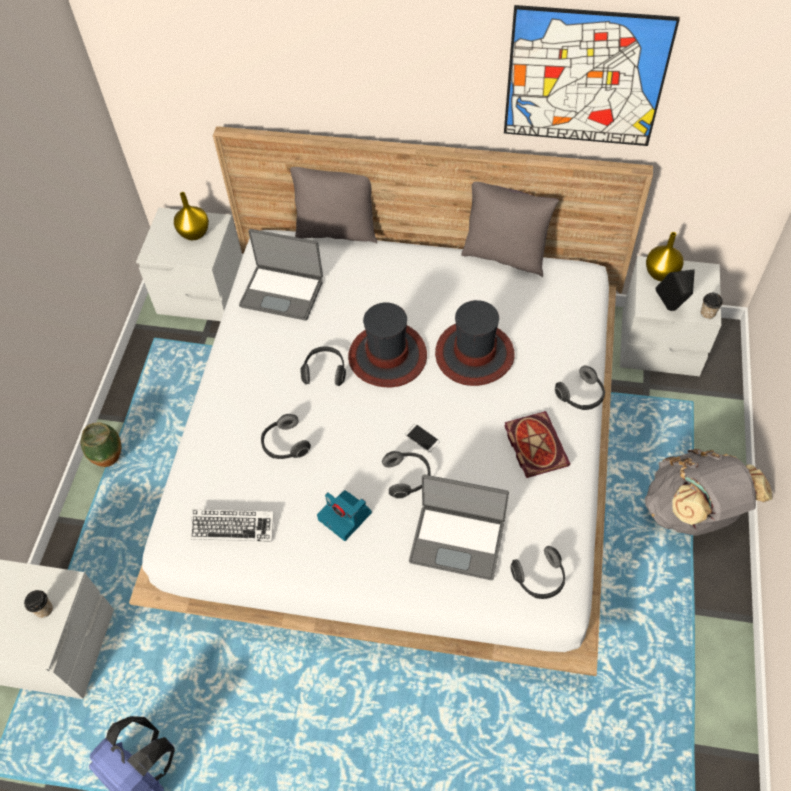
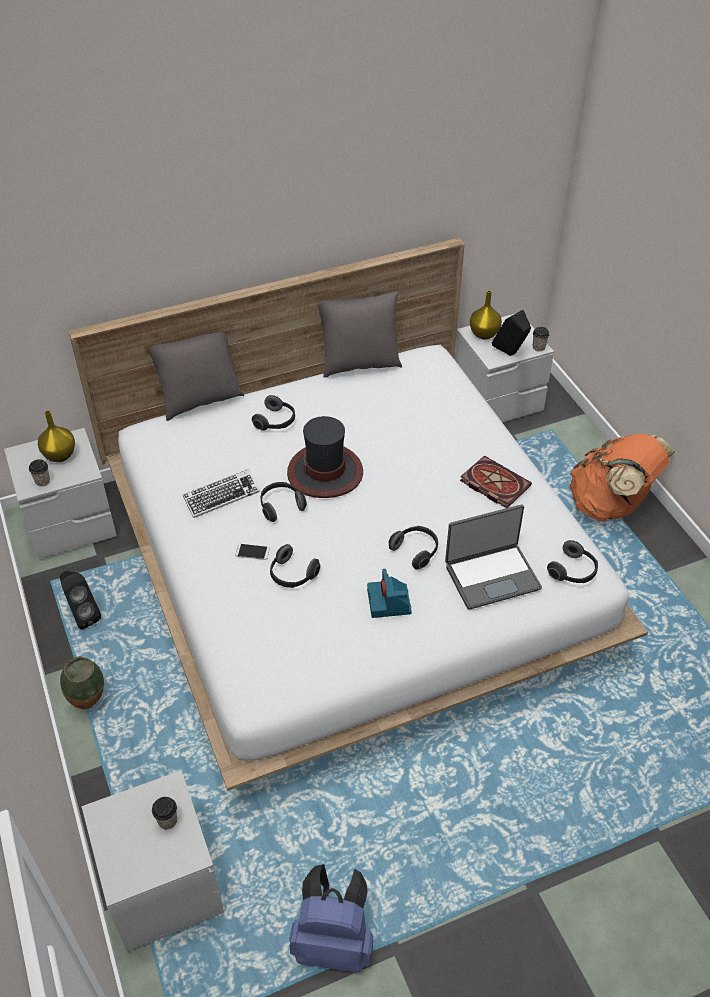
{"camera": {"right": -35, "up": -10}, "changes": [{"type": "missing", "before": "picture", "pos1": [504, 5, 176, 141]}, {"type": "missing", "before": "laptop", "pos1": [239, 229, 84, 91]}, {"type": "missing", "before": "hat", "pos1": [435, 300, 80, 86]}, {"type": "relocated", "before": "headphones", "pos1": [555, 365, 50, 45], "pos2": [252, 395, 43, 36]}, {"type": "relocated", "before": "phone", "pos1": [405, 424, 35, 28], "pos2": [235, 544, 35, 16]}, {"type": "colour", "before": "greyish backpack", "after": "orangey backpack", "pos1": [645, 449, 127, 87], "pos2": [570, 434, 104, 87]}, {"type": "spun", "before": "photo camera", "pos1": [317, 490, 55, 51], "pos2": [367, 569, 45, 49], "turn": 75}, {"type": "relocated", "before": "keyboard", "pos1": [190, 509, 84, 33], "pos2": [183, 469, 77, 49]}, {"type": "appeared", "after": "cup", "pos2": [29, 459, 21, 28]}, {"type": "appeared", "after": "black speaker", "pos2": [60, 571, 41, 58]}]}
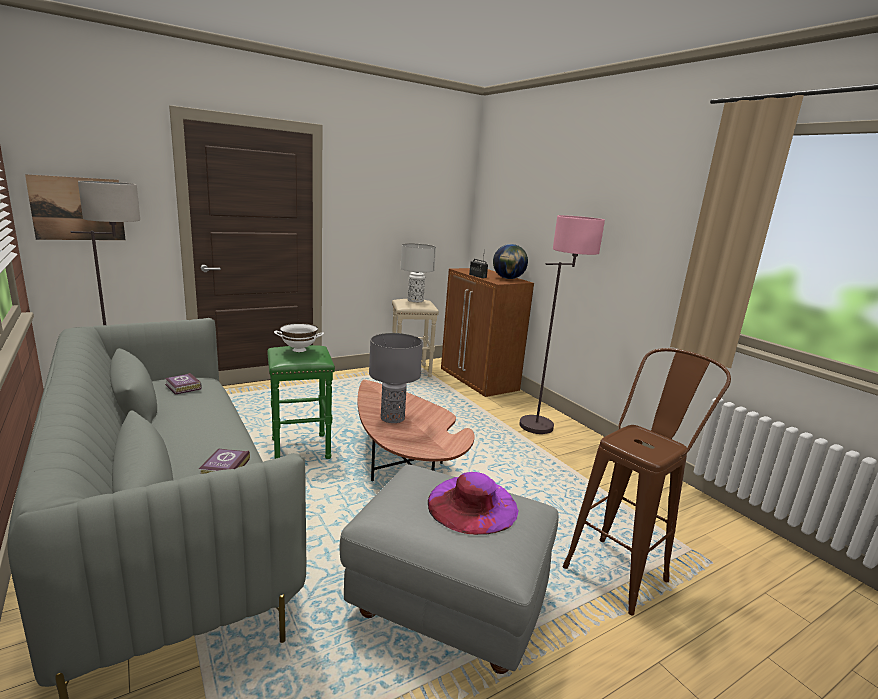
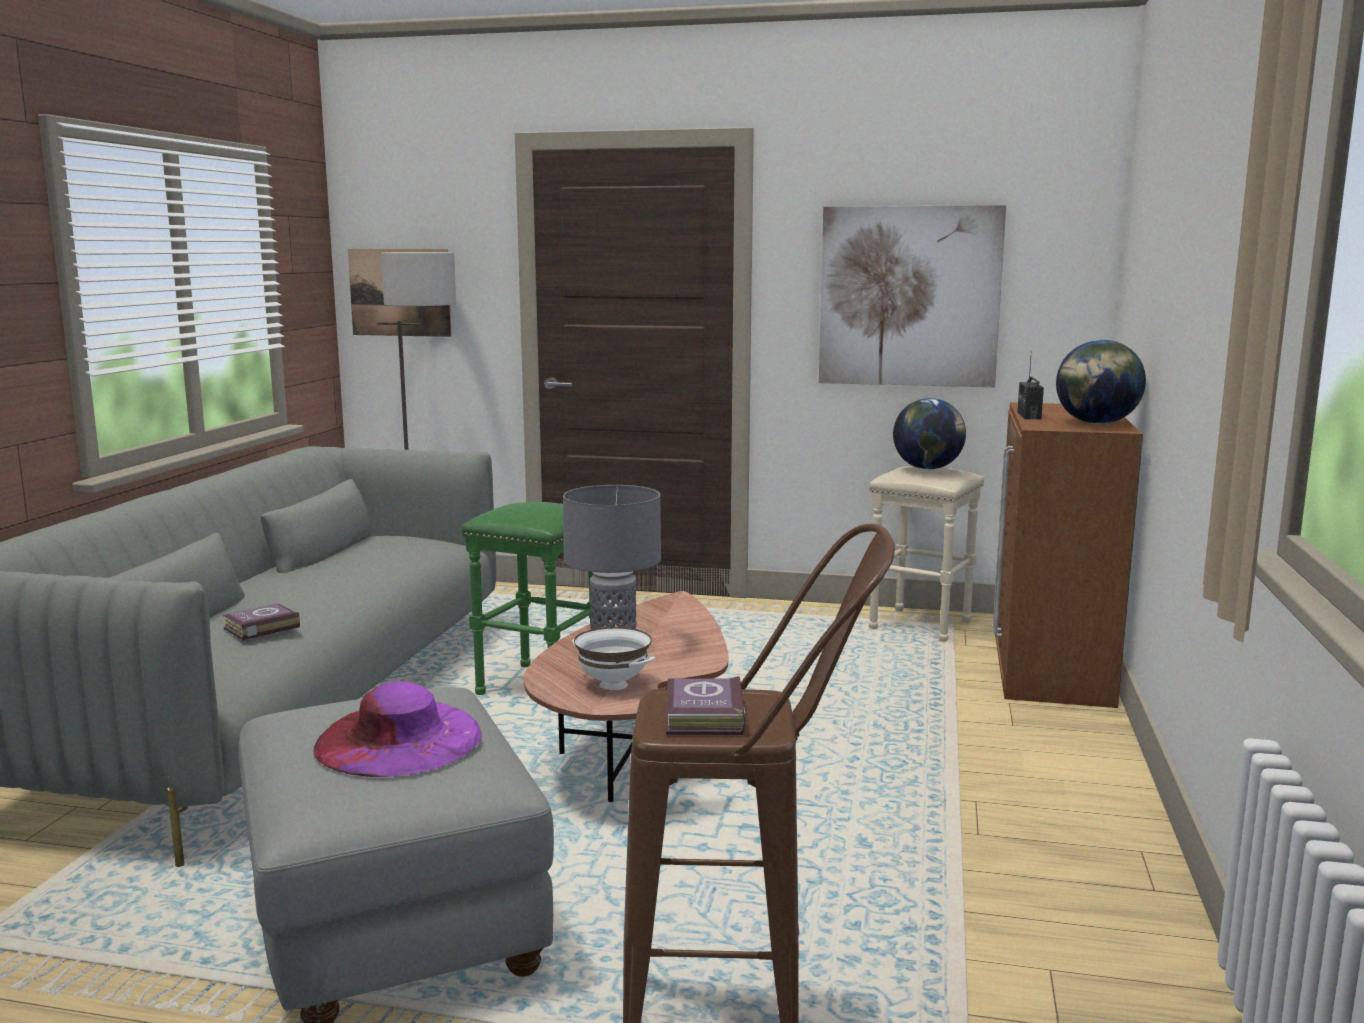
{"camera": {"right": 45, "up": -5}, "changes": [{"type": "missing", "before": "pinkish standing lamp", "pos1": [519, 215, 86, 219]}, {"type": "exchanged", "before": "white lamp for a table", "after": "desk globe", "pos1": [401, 243, 35, 59], "pos2": [893, 398, 73, 71]}, {"type": "relocated", "before": "white deep dish", "pos1": [274, 323, 50, 29], "pos2": [572, 627, 83, 63]}, {"type": "relocated", "before": "book", "pos1": [165, 373, 37, 22], "pos2": [666, 676, 79, 59]}, {"type": "appeared", "after": "picture", "pos2": [819, 205, 187, 182]}]}
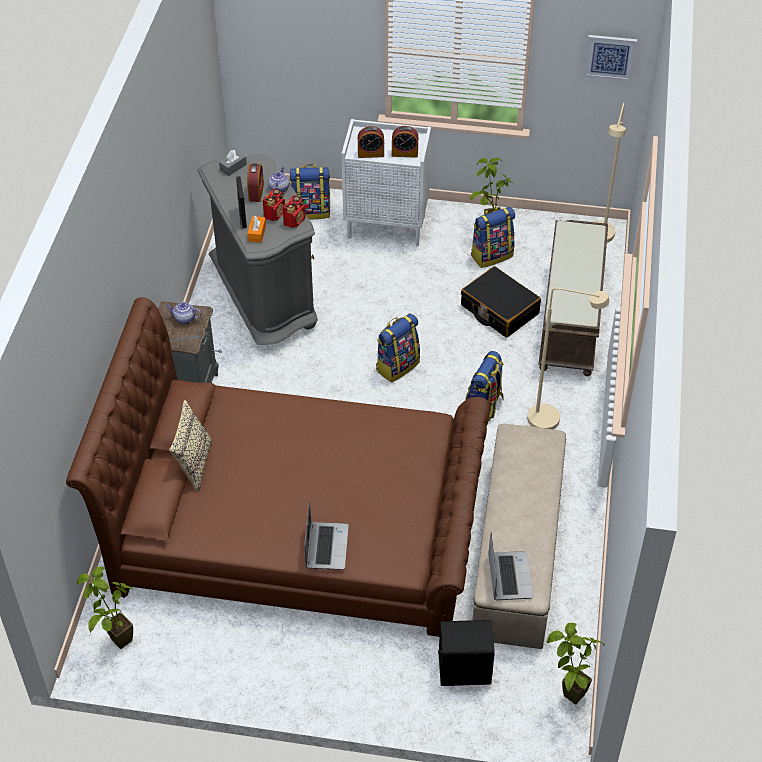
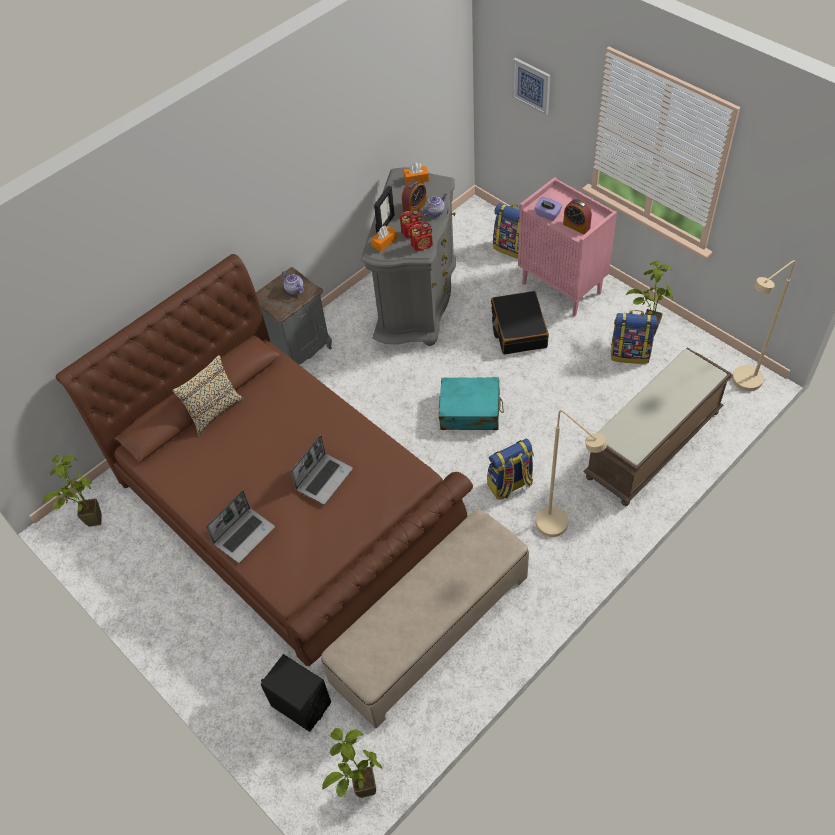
{"camera": {"right": 40, "up": 5}, "changes": [{"type": "relocated", "before": "picture", "pos1": [583, 35, 54, 46], "pos2": [512, 57, 38, 58]}, {"type": "colour", "before": "white storage cabinet", "after": "pinkish storage cabinet", "pos1": [342, 119, 89, 128], "pos2": [518, 177, 99, 139]}, {"type": "exchanged", "before": "alarm clock", "after": "purple-coloured box of tissues", "pos1": [358, 126, 26, 32], "pos2": [534, 197, 28, 24]}, {"type": "colour", "before": "greyish box of tissues", "after": "orangey box of tissues", "pos1": [219, 150, 28, 26], "pos2": [404, 163, 25, 22]}, {"type": "relocated", "before": "black suitcase", "pos1": [461, 266, 80, 72], "pos2": [491, 291, 58, 64]}, {"type": "exchanged", "before": "backpack", "after": "turquoise suitcase", "pos1": [376, 313, 44, 70], "pos2": [439, 377, 65, 53]}, {"type": "relocated", "before": "laptop", "pos1": [488, 532, 45, 68], "pos2": [291, 435, 62, 70]}]}
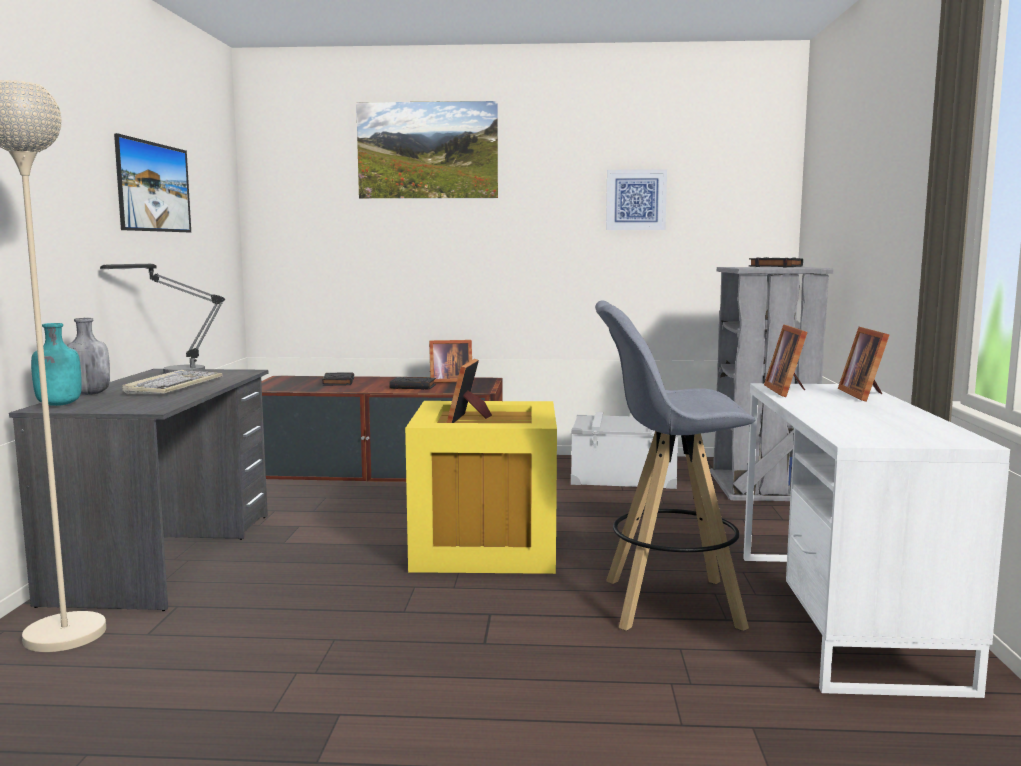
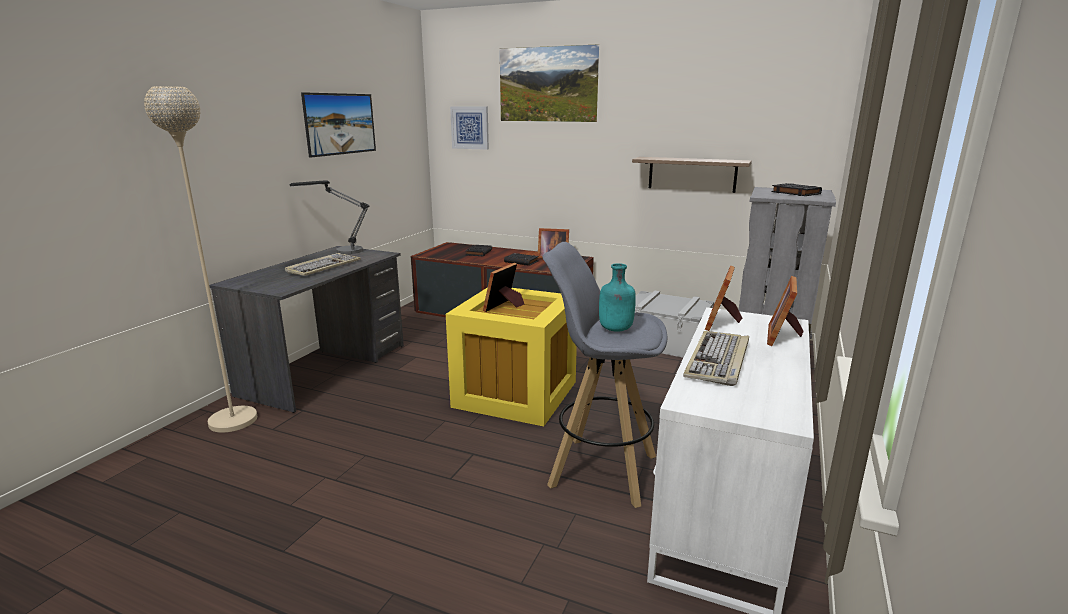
{"camera": {"right": 20, "up": 10}, "changes": [{"type": "relocated", "before": "picture", "pos1": [606, 169, 61, 61], "pos2": [450, 107, 39, 43]}, {"type": "missing", "before": "greyish beverage bottle", "pos1": [66, 318, 44, 77]}, {"type": "relocated", "before": "turquoise beverage bottle", "pos1": [31, 323, 51, 83], "pos2": [599, 263, 37, 69]}, {"type": "appeared", "after": "shelf", "pos2": [632, 157, 120, 36]}, {"type": "appeared", "after": "keyboard", "pos2": [683, 331, 66, 55]}]}
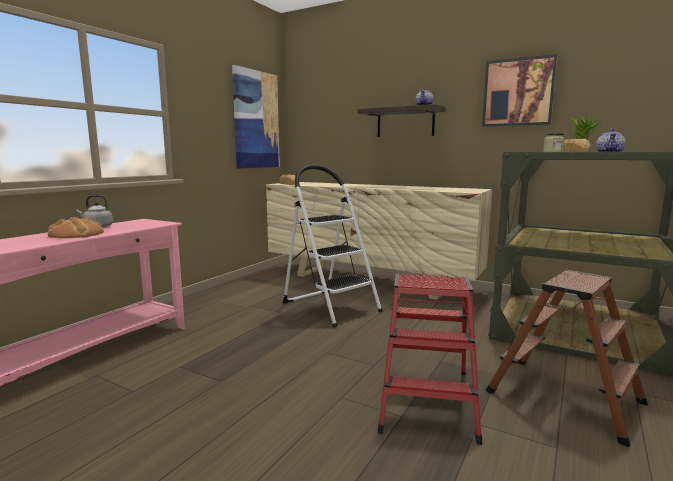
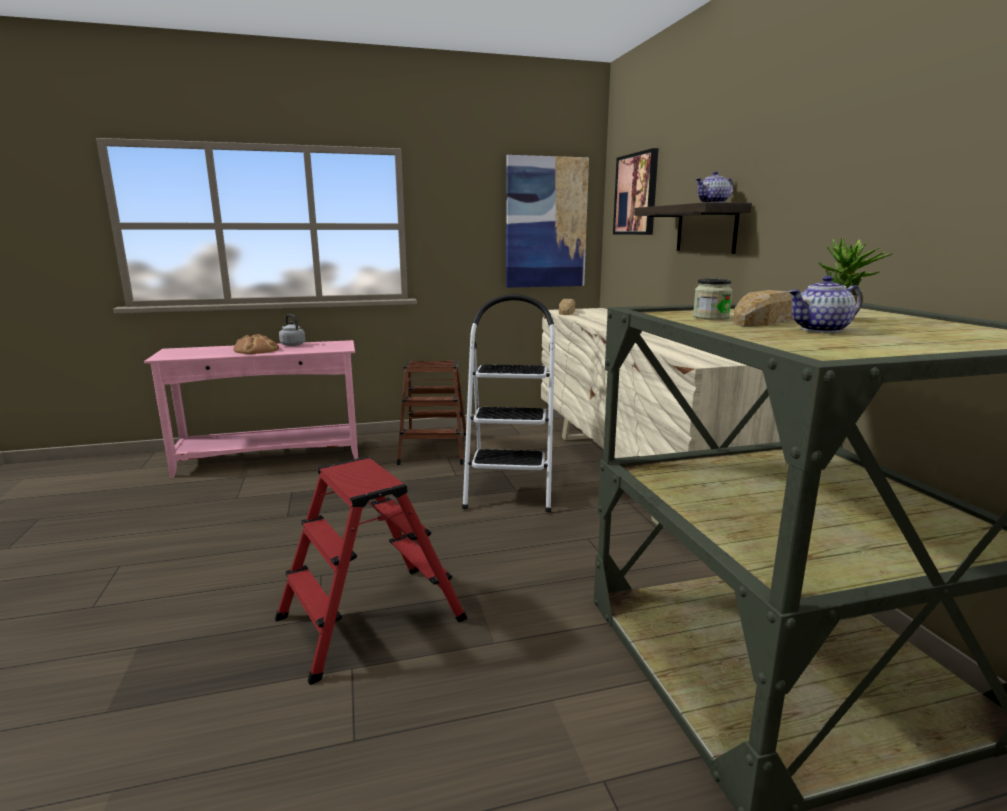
{"camera": {"right": 45, "up": 5}, "changes": [{"type": "relocated", "before": "picture", "pos1": [482, 54, 76, 73], "pos2": [613, 148, 46, 87]}, {"type": "relocated", "before": "brown-coloured step ladder", "pos1": [486, 270, 162, 177], "pos2": [397, 360, 69, 105]}]}
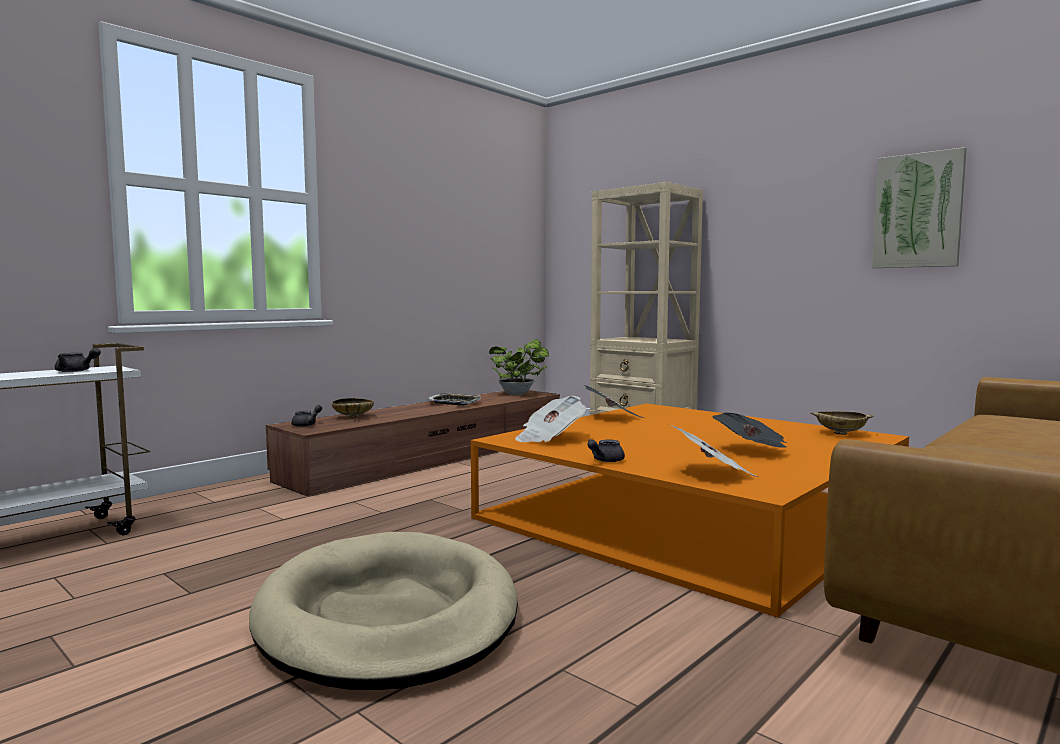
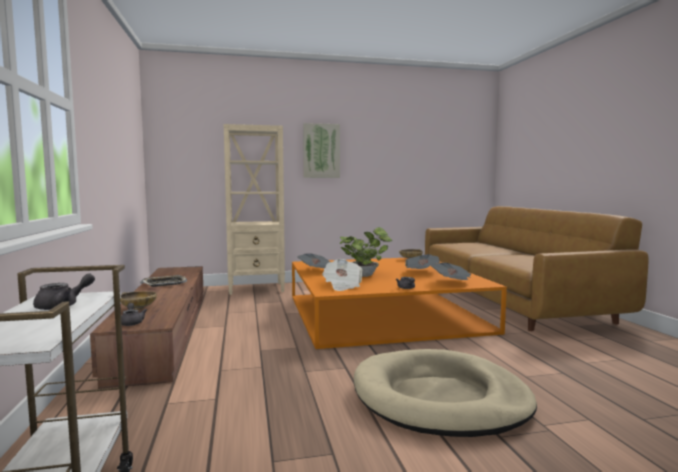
{"camera": {"right": -55, "up": 0}, "changes": [{"type": "relocated", "before": "picture", "pos1": [872, 147, 94, 121], "pos2": [303, 123, 37, 55]}, {"type": "relocated", "before": "houseplant", "pos1": [489, 339, 60, 56], "pos2": [340, 227, 53, 50]}]}
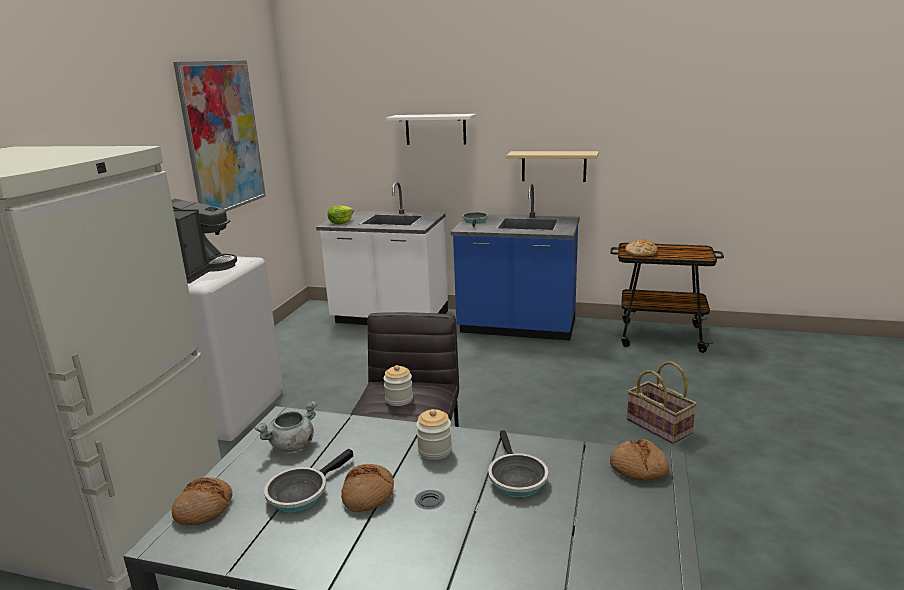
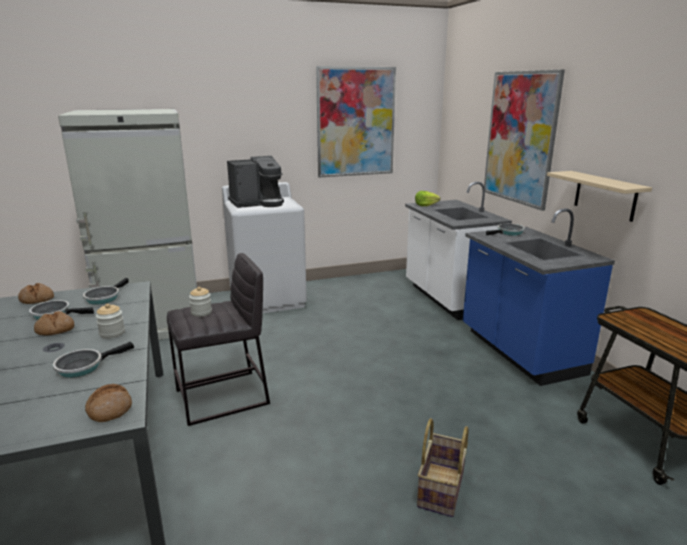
{"camera": {"right": 55, "up": 0}, "changes": [{"type": "exchanged", "before": "white shelf", "after": "picture", "pos1": [386, 114, 90, 31], "pos2": [484, 69, 81, 142]}, {"type": "missing", "before": "bakery bread", "pos1": [625, 239, 32, 17]}, {"type": "exchanged", "before": "greyish saucepot", "after": "frying pan", "pos1": [254, 401, 63, 51], "pos2": [83, 278, 46, 27]}]}
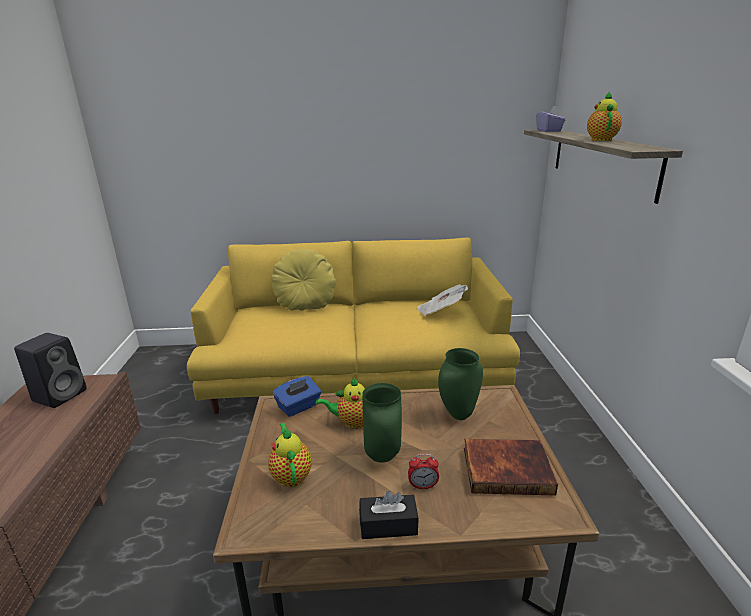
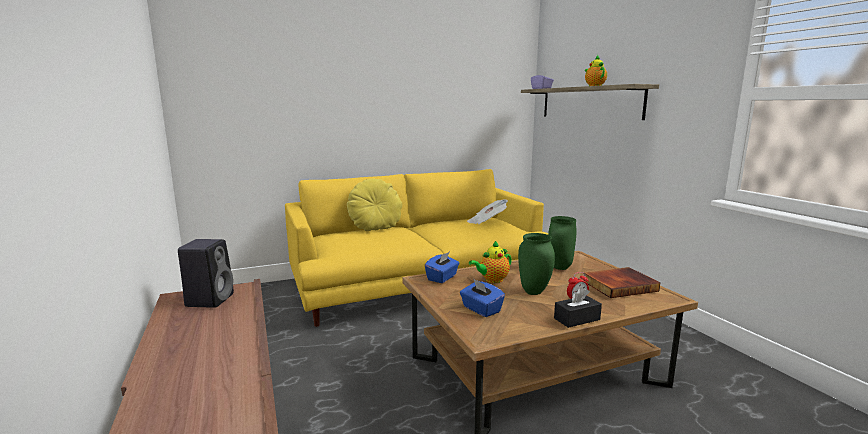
{"camera": {"right": -20, "up": -10}, "changes": [{"type": "exchanged", "before": "teapot", "after": "blue-coloured box of tissues", "pos1": [268, 423, 44, 64], "pos2": [460, 278, 45, 39]}]}
